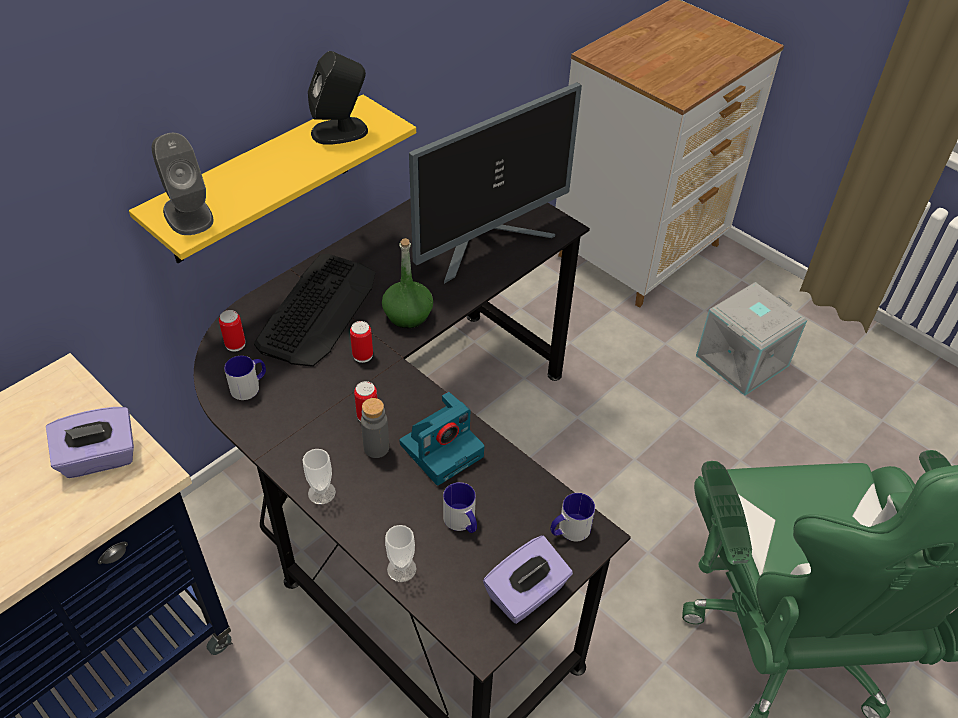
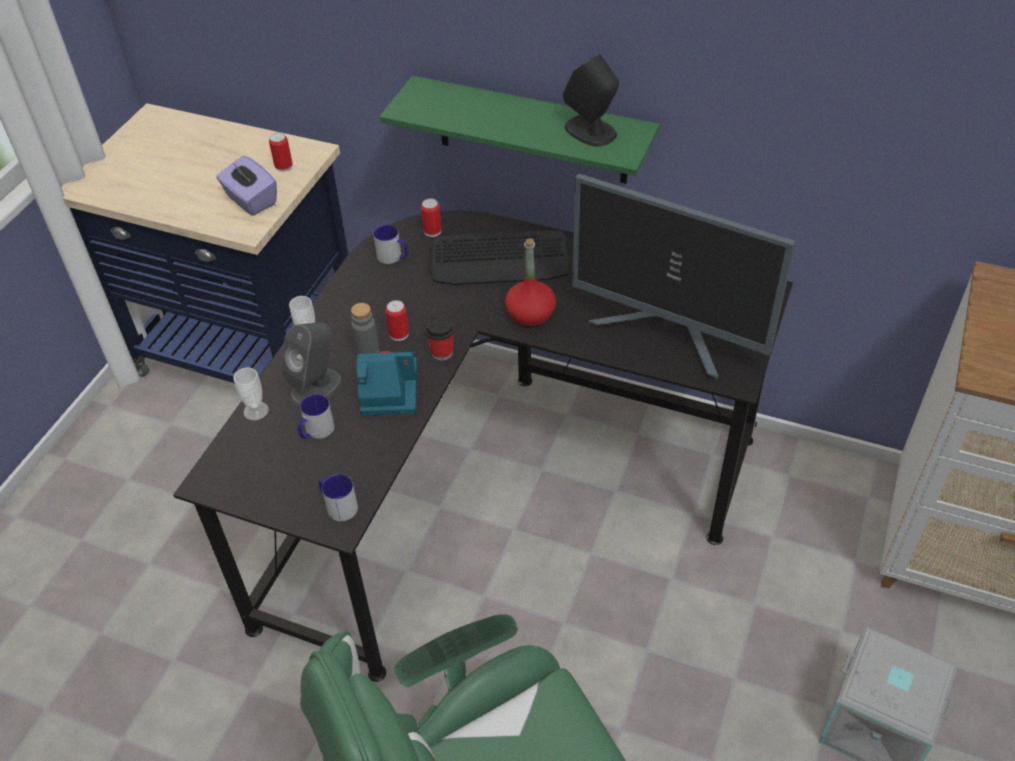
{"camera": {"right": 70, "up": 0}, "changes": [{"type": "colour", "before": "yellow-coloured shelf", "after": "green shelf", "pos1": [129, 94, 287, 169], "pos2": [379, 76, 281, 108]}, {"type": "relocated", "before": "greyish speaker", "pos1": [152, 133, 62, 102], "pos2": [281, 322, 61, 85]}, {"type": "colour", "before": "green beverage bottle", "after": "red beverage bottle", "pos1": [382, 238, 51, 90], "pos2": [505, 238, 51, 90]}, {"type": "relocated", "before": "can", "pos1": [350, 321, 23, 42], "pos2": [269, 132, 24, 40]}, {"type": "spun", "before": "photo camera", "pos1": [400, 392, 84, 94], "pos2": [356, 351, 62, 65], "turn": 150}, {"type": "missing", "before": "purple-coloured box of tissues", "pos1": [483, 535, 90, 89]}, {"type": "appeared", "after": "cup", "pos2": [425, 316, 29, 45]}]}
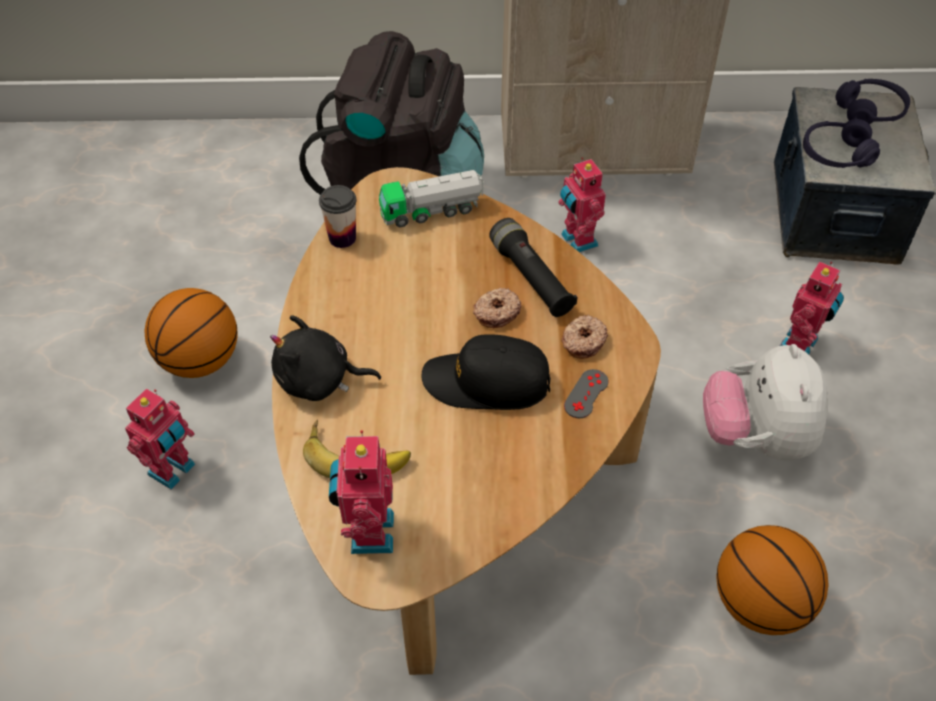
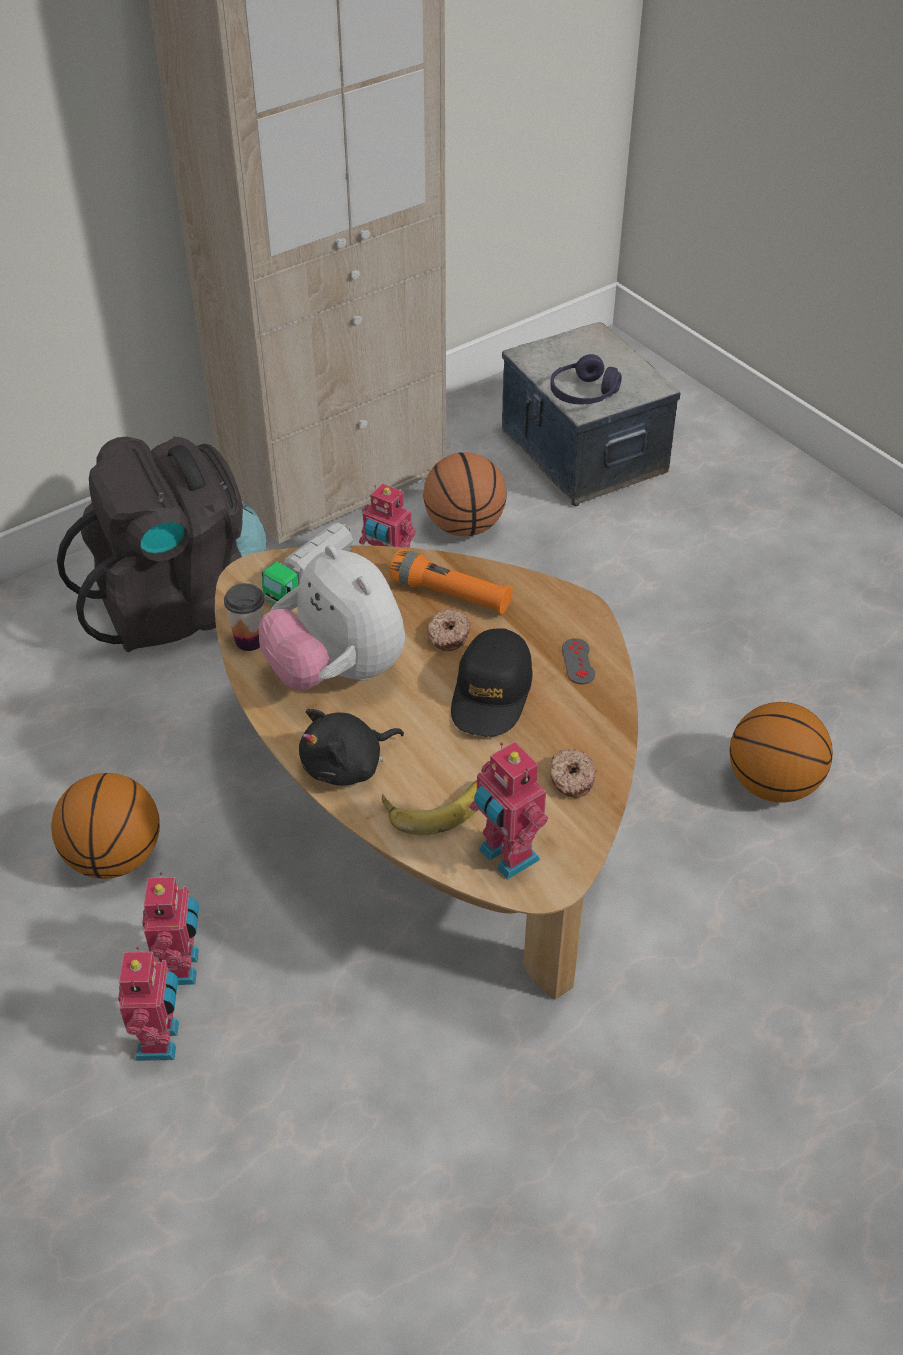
{"camera": {"right": -35, "up": -5}, "changes": [{"type": "missing", "before": "purple-coloured headphones", "pos1": [836, 79, 74, 45]}, {"type": "colour", "before": "black torch", "after": "orangey torch", "pos1": [489, 218, 88, 99], "pos2": [390, 549, 123, 65]}, {"type": "relocated", "before": "robot figure", "pos1": [780, 261, 64, 93], "pos2": [118, 947, 61, 114]}, {"type": "relocated", "before": "ring doughnut", "pos1": [561, 314, 47, 45], "pos2": [550, 749, 46, 49]}, {"type": "spun", "before": "black cap", "pos1": [422, 334, 128, 76], "pos2": [451, 628, 81, 109], "turn": -45}, {"type": "relocated", "before": "plush toy", "pos1": [703, 344, 124, 117], "pos2": [259, 545, 146, 145]}, {"type": "appeared", "after": "basketball ball", "pos2": [423, 452, 84, 84]}]}
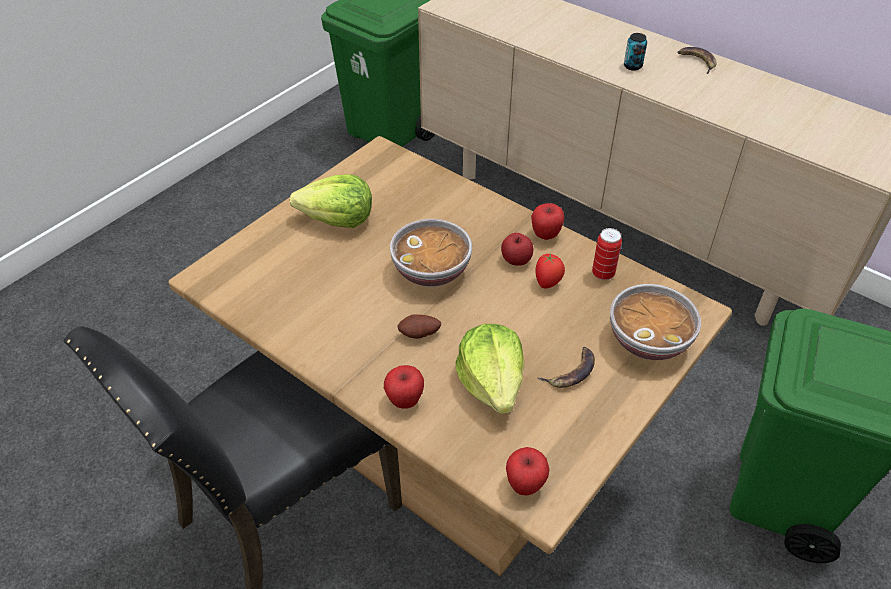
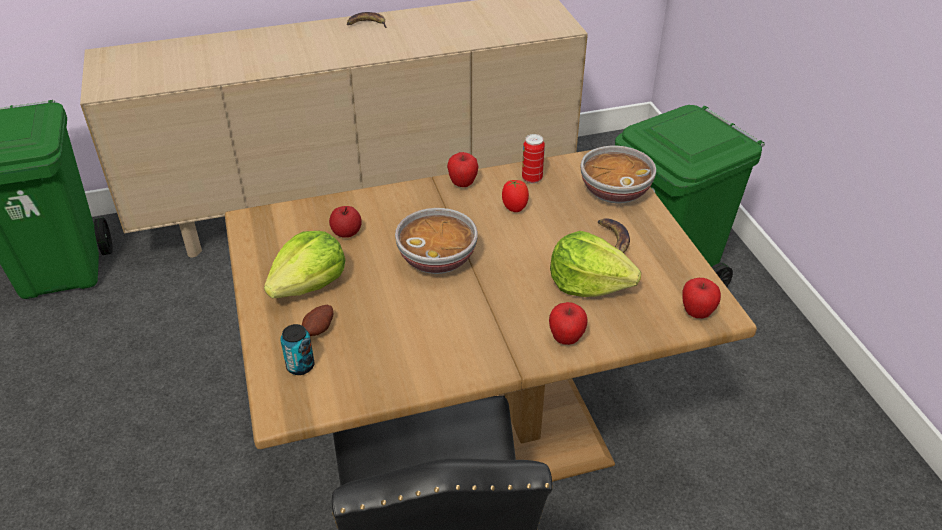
{"camera": {"right": -55, "up": -5}, "changes": [{"type": "relocated", "before": "can", "pos1": [624, 33, 23, 38], "pos2": [280, 324, 34, 51]}, {"type": "relocated", "before": "whole apple", "pos1": [501, 233, 32, 33], "pos2": [329, 206, 33, 32]}, {"type": "relocated", "before": "whole potato", "pos1": [397, 314, 44, 25], "pos2": [302, 305, 31, 31]}]}
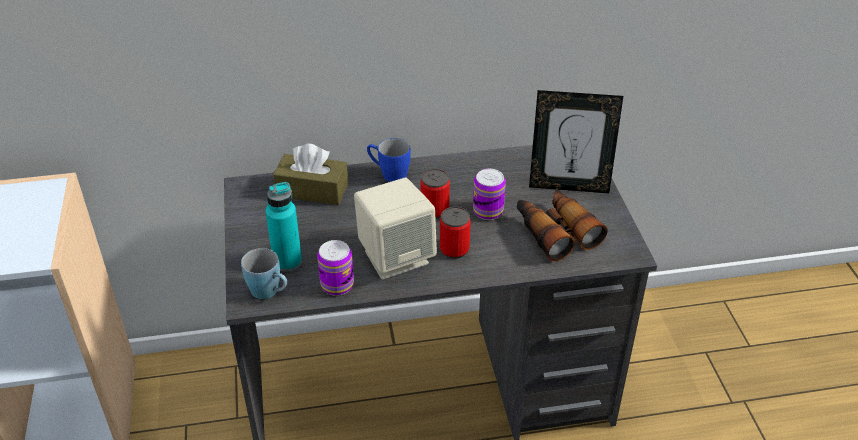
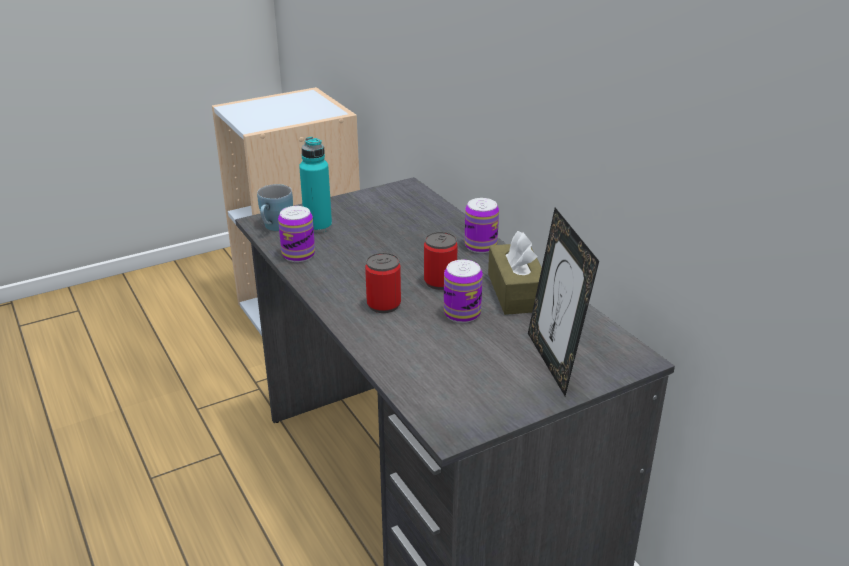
{"camera": {"right": 70, "up": -10}, "changes": [{"type": "exchanged", "before": "blue-coloured coffee mug", "after": "can", "pos1": [367, 138, 44, 44], "pos2": [465, 198, 34, 55]}, {"type": "relocated", "before": "brown-coloured box of tissues", "pos1": [273, 144, 75, 61], "pos2": [488, 231, 54, 84]}, {"type": "missing", "before": "sand-coloured speaker", "pos1": [354, 178, 83, 101]}, {"type": "missing", "before": "field glasses", "pos1": [517, 188, 90, 73]}]}
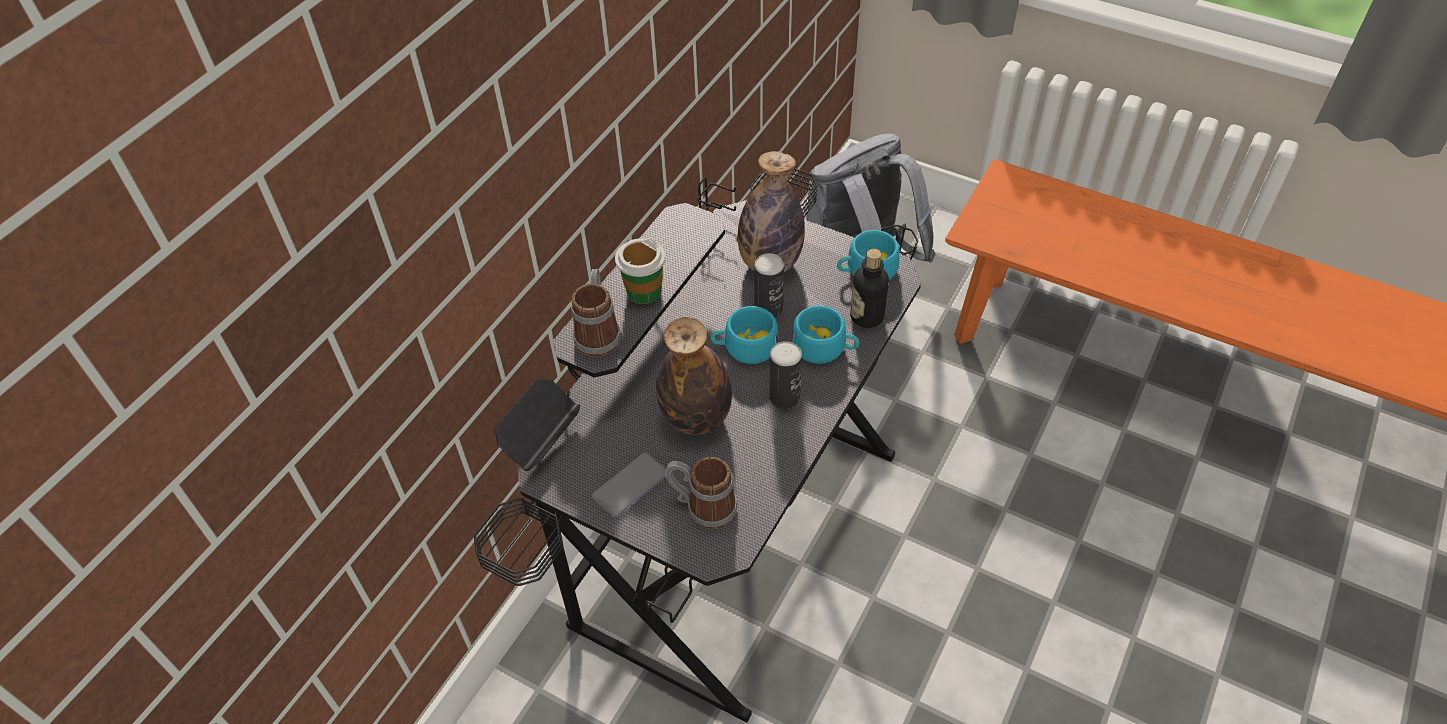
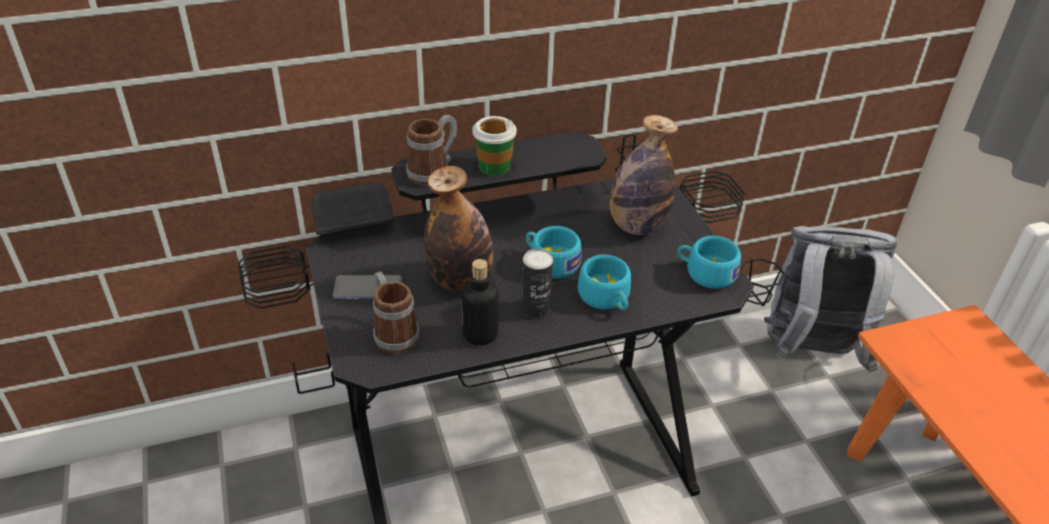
{"camera": {"right": 40, "up": -10}, "changes": [{"type": "relocated", "before": "beverage bottle", "pos1": [850, 249, 39, 79], "pos2": [461, 259, 38, 86]}, {"type": "missing", "before": "can", "pos1": [754, 253, 30, 65]}]}
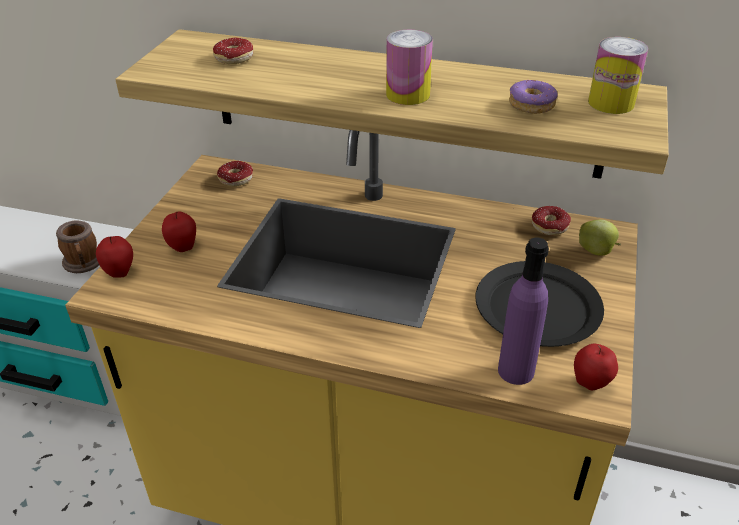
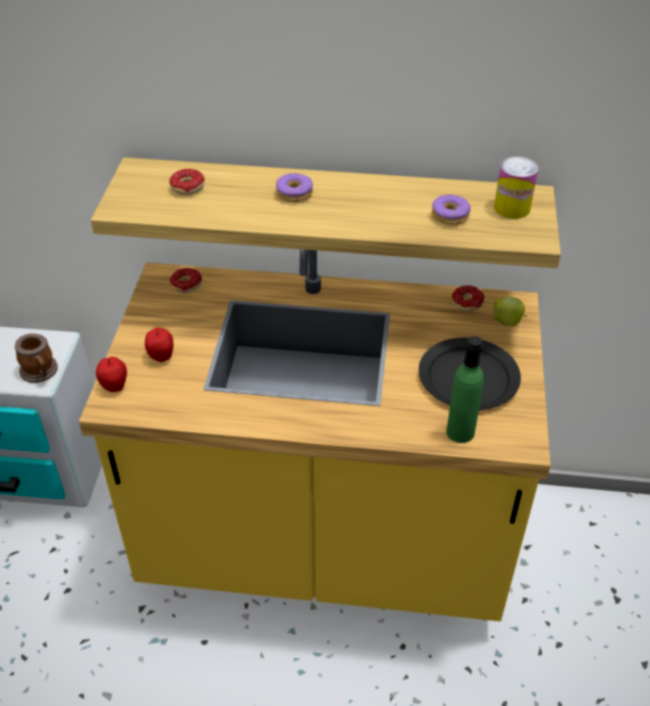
{"camera": {"right": -10, "up": 5}, "changes": [{"type": "missing", "before": "can", "pos1": [386, 30, 47, 75]}, {"type": "colour", "before": "purple-coloured beverage bottle", "after": "green beverage bottle", "pos1": [498, 237, 51, 148], "pos2": [446, 336, 38, 107]}, {"type": "missing", "before": "whole apple", "pos1": [574, 344, 44, 46]}, {"type": "appeared", "after": "ring doughnut", "pos2": [276, 173, 37, 29]}]}
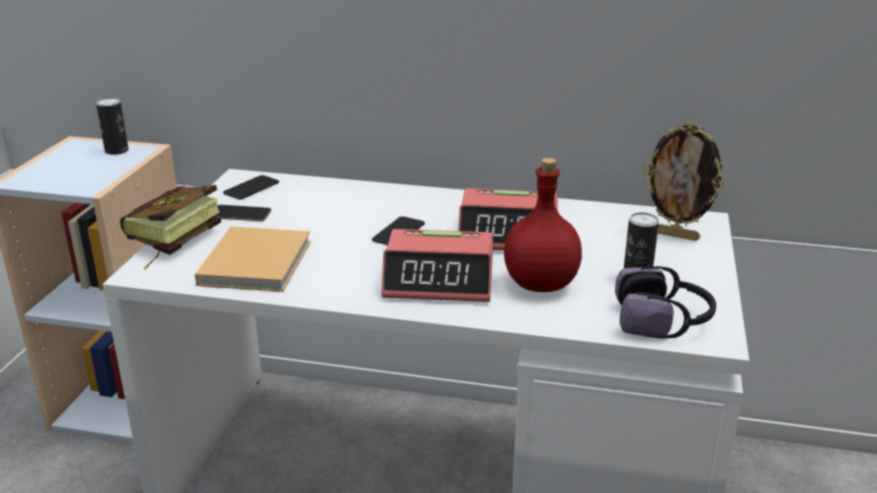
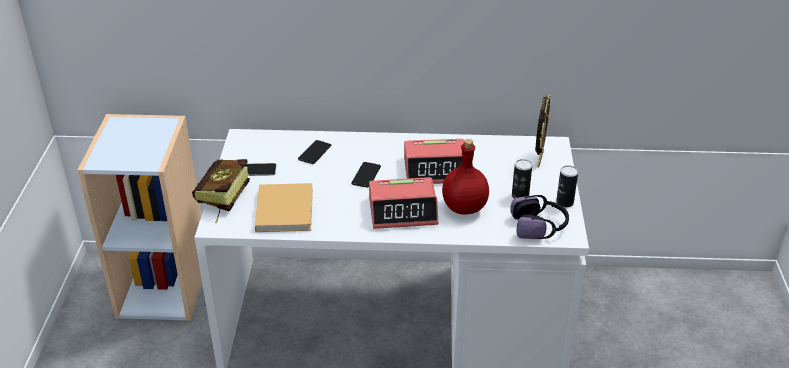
{"camera": {"right": -10, "up": 10}, "changes": [{"type": "relocated", "before": "can", "pos1": [96, 97, 32, 58], "pos2": [556, 165, 22, 42]}, {"type": "spun", "before": "picture frame", "pos1": [643, 121, 83, 120], "pos2": [536, 94, 15, 73], "turn": -90}, {"type": "relocated", "before": "phone", "pos1": [223, 175, 56, 25], "pos2": [298, 140, 33, 24]}]}
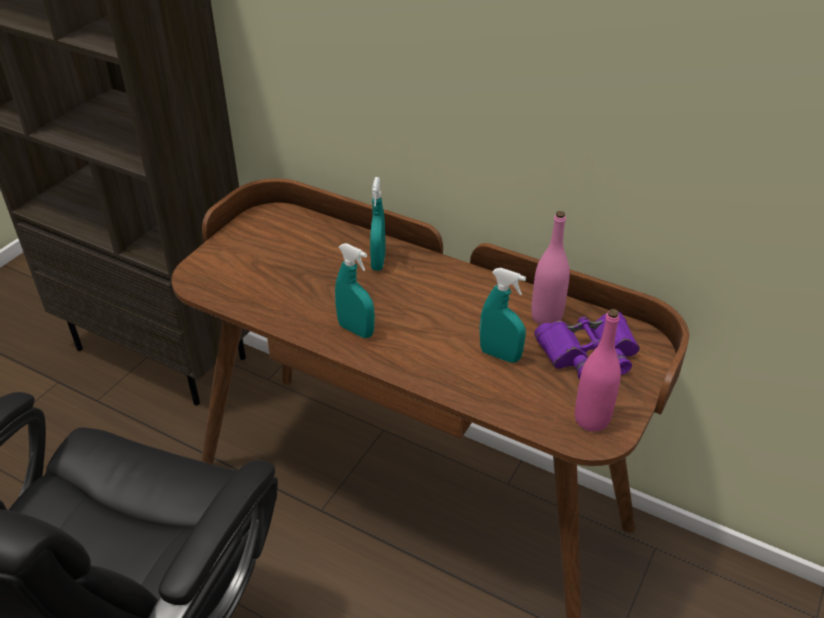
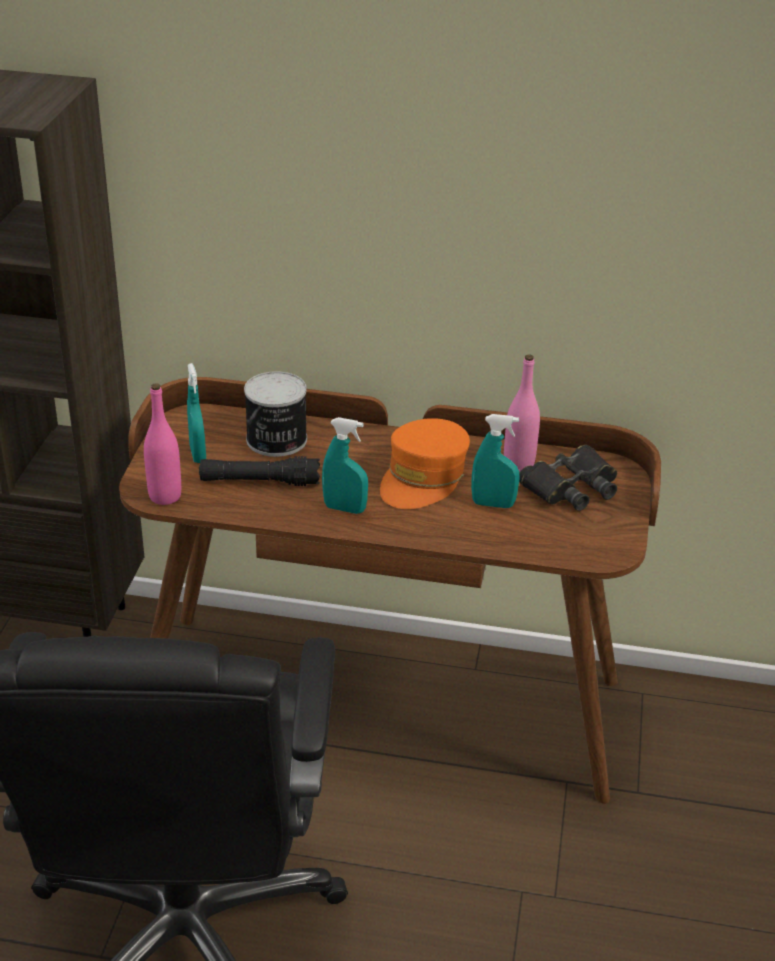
{"camera": {"right": -20, "up": -5}, "changes": [{"type": "relocated", "before": "turquoise spray bottle", "pos1": [370, 177, 16, 94], "pos2": [187, 363, 19, 100]}, {"type": "relocated", "before": "pinkish beverage bottle", "pos1": [575, 309, 46, 123], "pos2": [144, 383, 37, 122]}, {"type": "colour", "before": "purple-coloured field glasses", "after": "black field glasses", "pos1": [534, 312, 106, 67], "pos2": [519, 445, 98, 66]}, {"type": "appeared", "after": "can", "pos2": [244, 371, 63, 86]}, {"type": "appeared", "after": "orangey cap", "pos2": [380, 418, 90, 91]}, {"type": "appeared", "after": "black torch", "pos2": [199, 456, 121, 30]}]}
